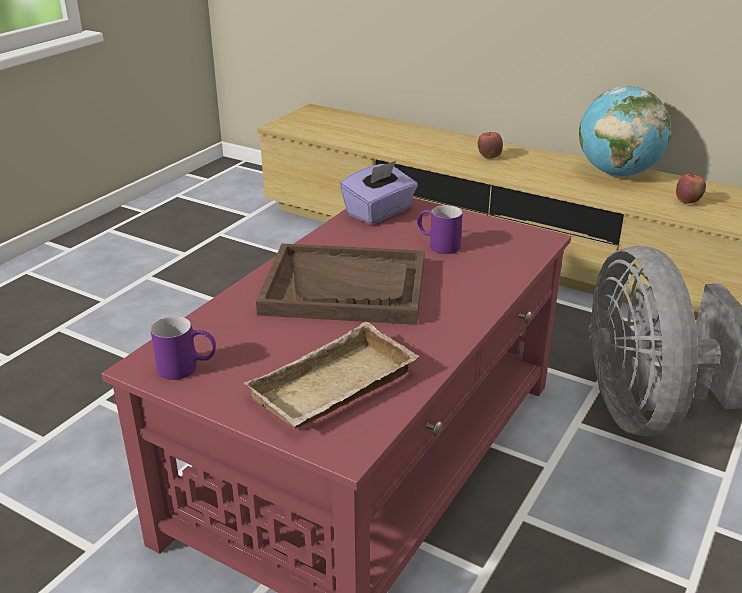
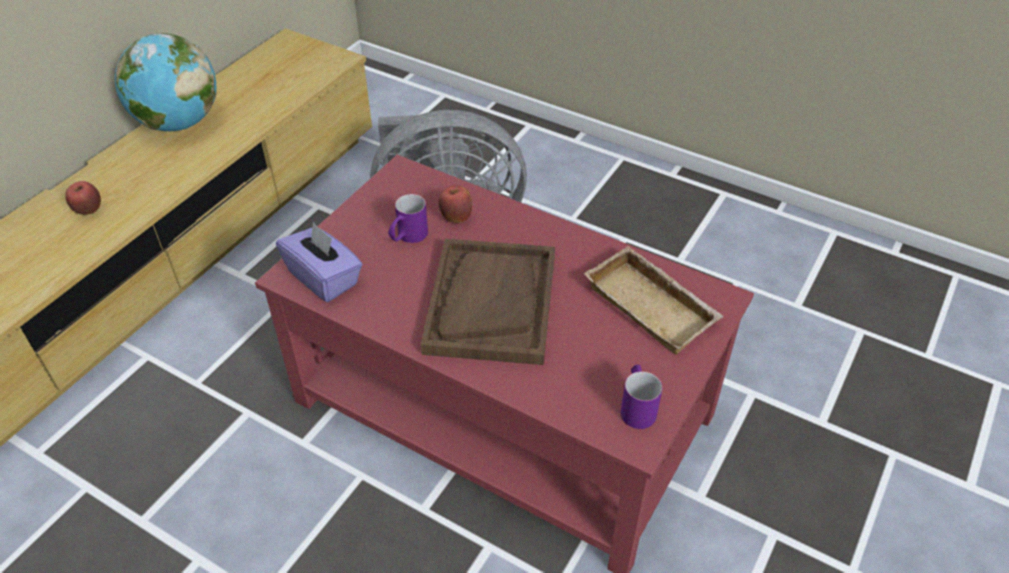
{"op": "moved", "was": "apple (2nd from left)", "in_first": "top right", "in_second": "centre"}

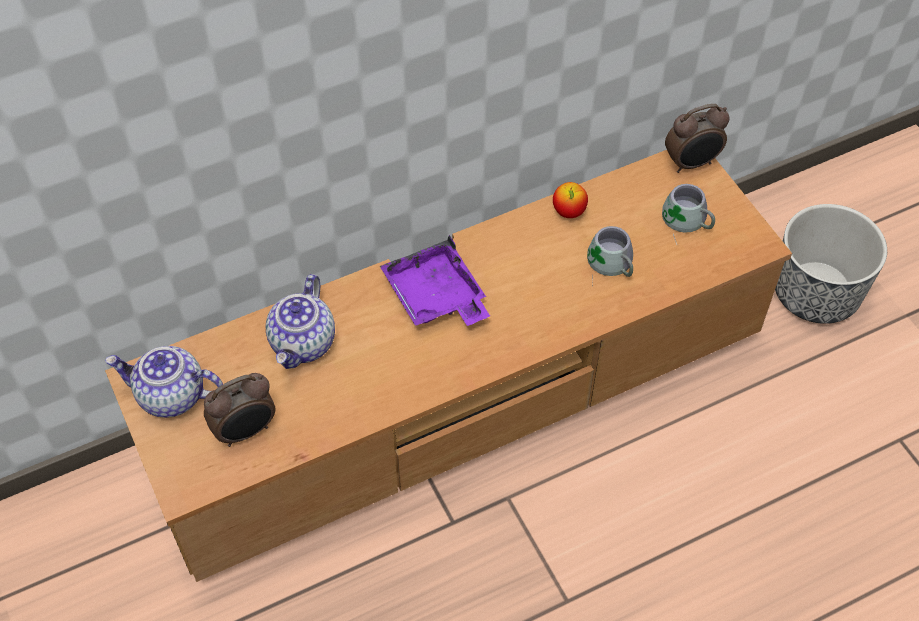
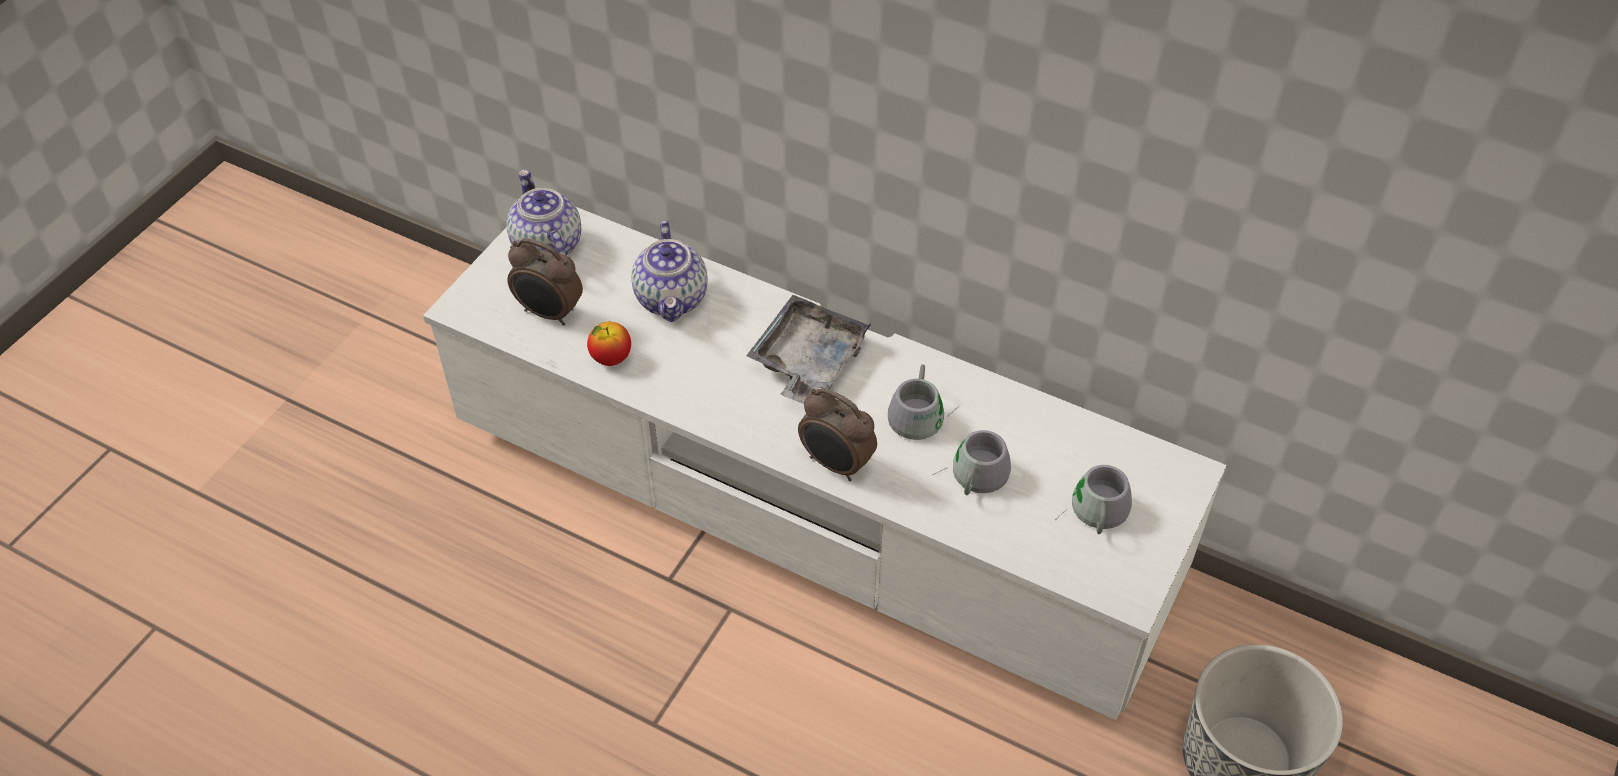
{"op": "recoloured", "was": "brown_tv_stand", "now": "white_tv_stand", "in_first": "centre", "in_second": "centre"}
{"op": "turned", "was": "teapot (2nd from left)", "in_first": "middle left", "in_second": "centre", "clockwise": -75}
{"op": "recoloured", "was": "purple_tray", "now": "grey_tray", "in_first": "centre", "in_second": "centre"}
{"op": "moved", "was": "apple", "in_first": "top centre", "in_second": "centre"}
{"op": "moved", "was": "alarm_clock (2nd from left)", "in_first": "top right", "in_second": "centre"}
{"op": "added", "now": "grey_mug (1st from left)", "in_second": "centre"}

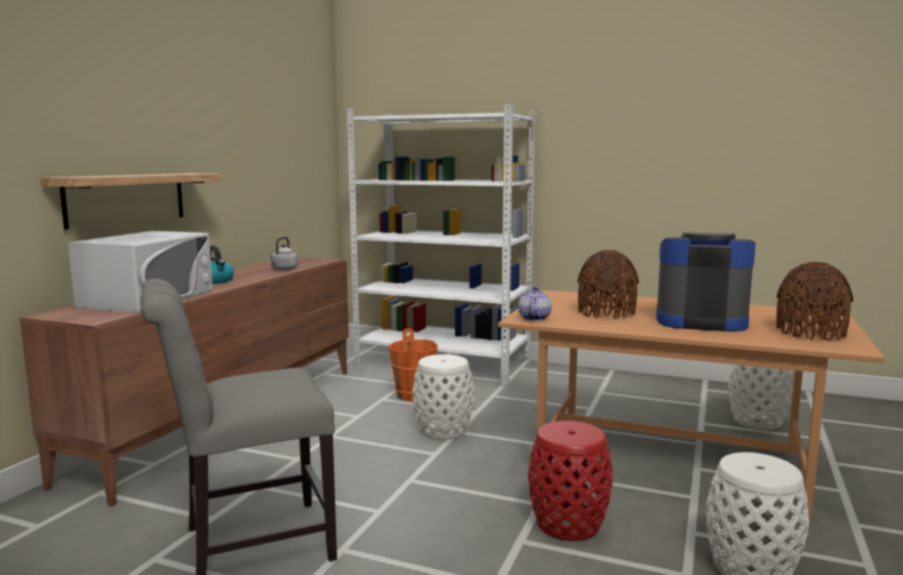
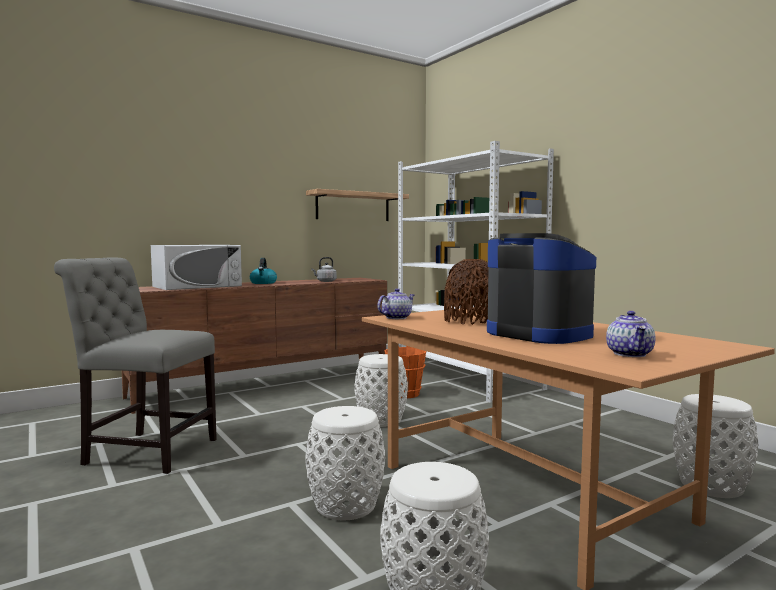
{"op": "moved", "was": "shelf", "in_first": "middle left", "in_second": "centre"}
{"op": "recoloured", "was": "red_stool", "now": "white_stool (1st from left)", "in_first": "bottom centre", "in_second": "bottom centre"}
{"op": "replaced", "was": "brown_vase (2nd from left)", "now": "teapot (2nd from left)", "in_first": "middle right", "in_second": "middle right"}

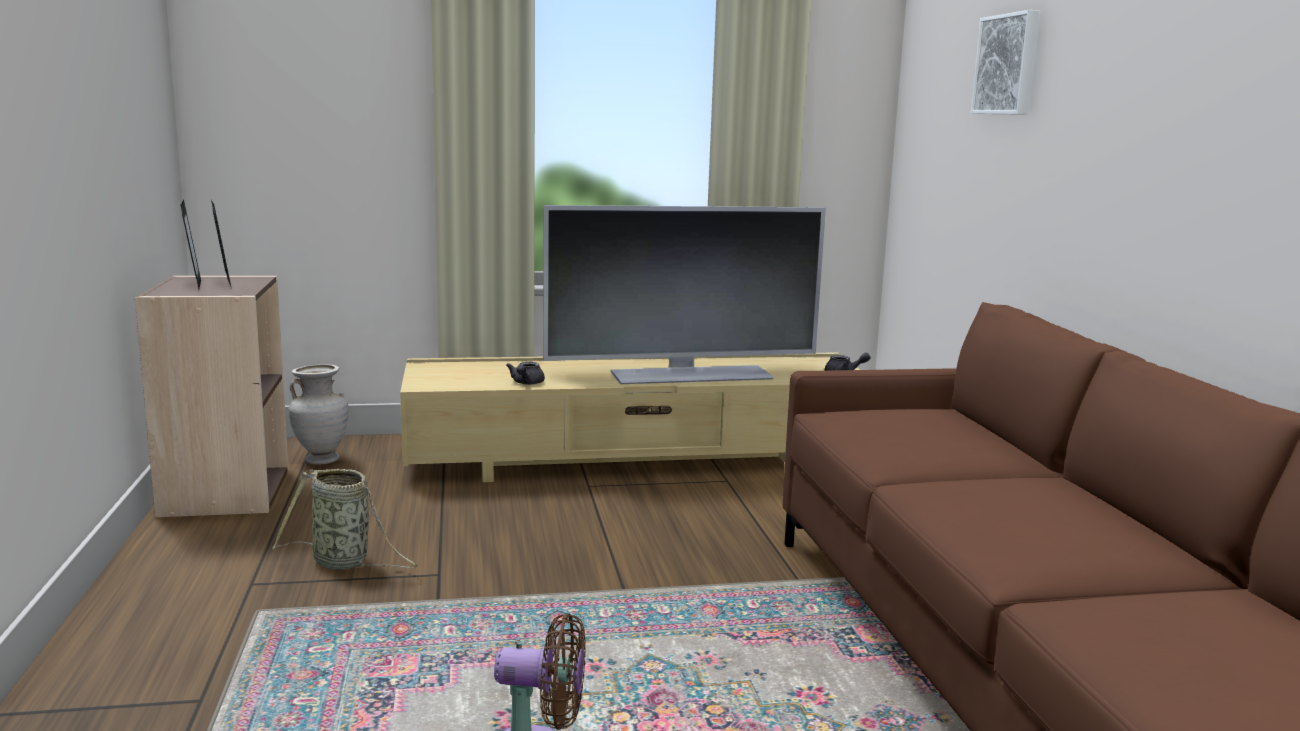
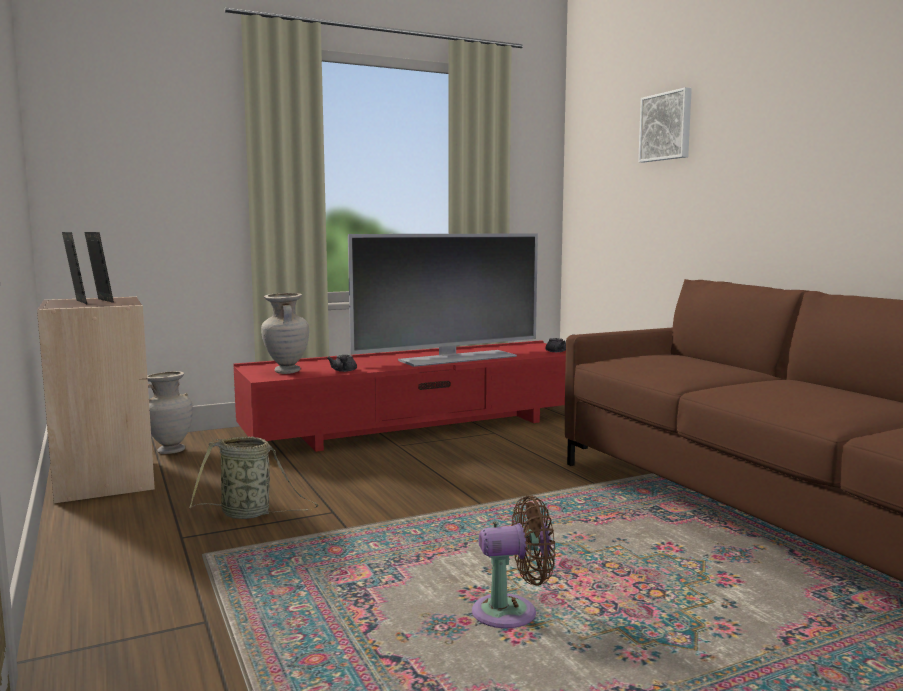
{"op": "recoloured", "was": "beige_tv_stand", "now": "red_tv_stand", "in_first": "centre", "in_second": "centre"}
{"op": "added", "now": "beige_vase (2nd from left)", "in_second": "middle left"}

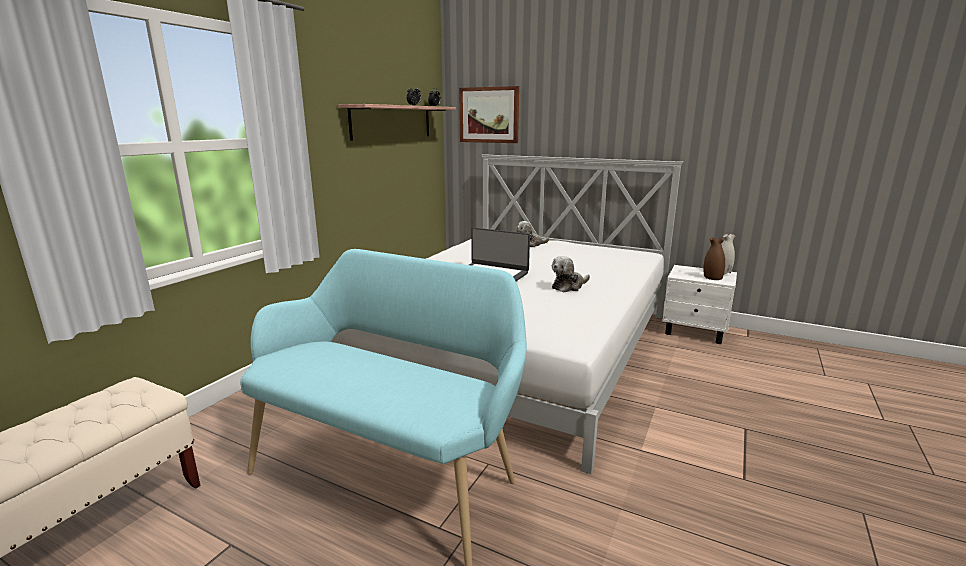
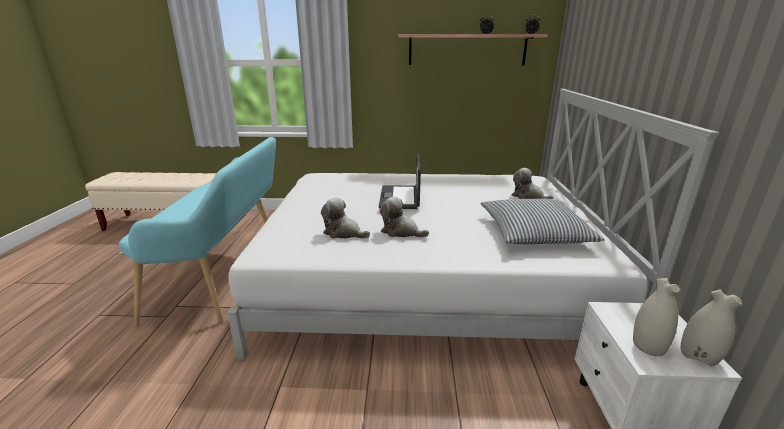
{"op": "removed", "was": "picture", "in_first": "top centre"}
{"op": "recoloured", "was": "brown_vase", "now": "white_vase (1st from left)", "in_first": "middle right", "in_second": "bottom right"}
{"op": "added", "now": "plush_toy (1st from left)", "in_second": "centre"}
{"op": "added", "now": "pillow", "in_second": "middle right"}

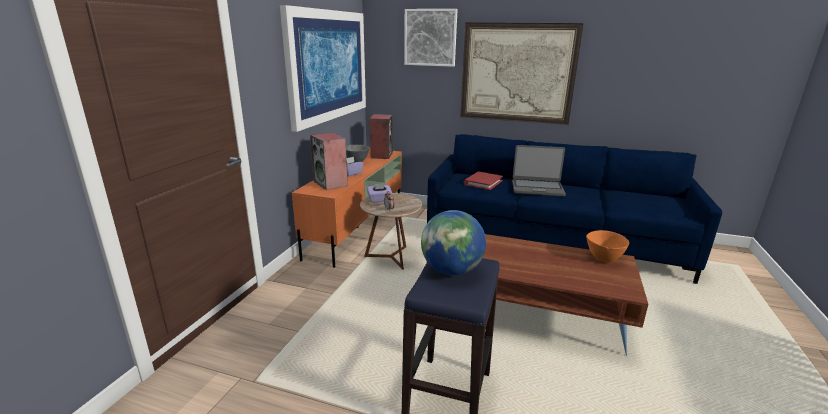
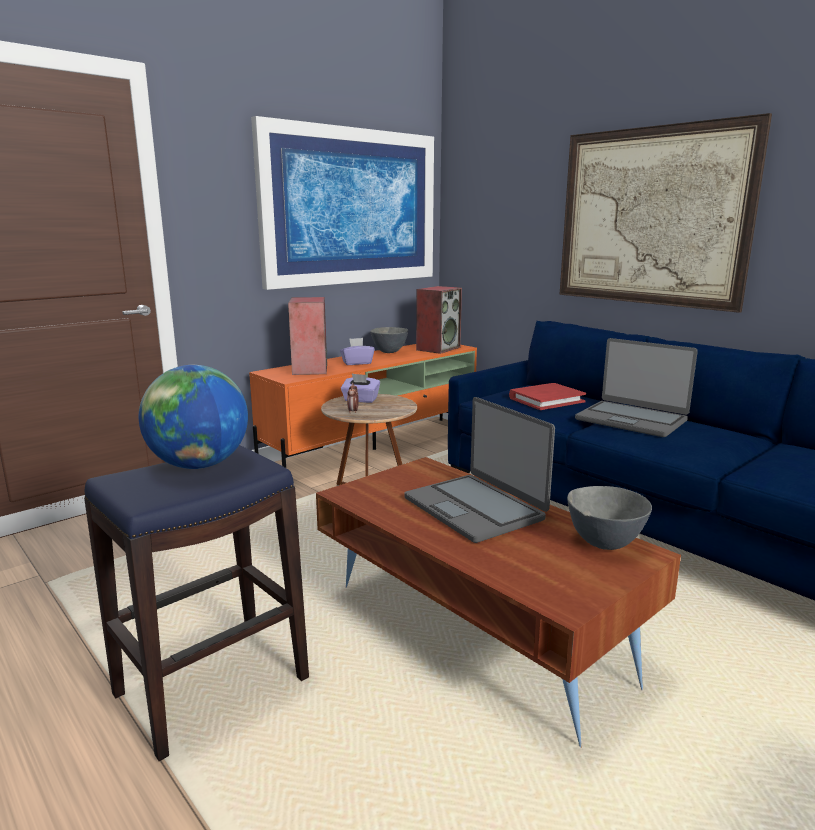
{"op": "removed", "was": "picture (2nd from left)", "in_first": "top centre"}
{"op": "recoloured", "was": "orange_bowl", "now": "grey_bowl (2nd from left)", "in_first": "middle right", "in_second": "middle right"}
{"op": "added", "now": "laptop (1st from left)", "in_second": "centre"}

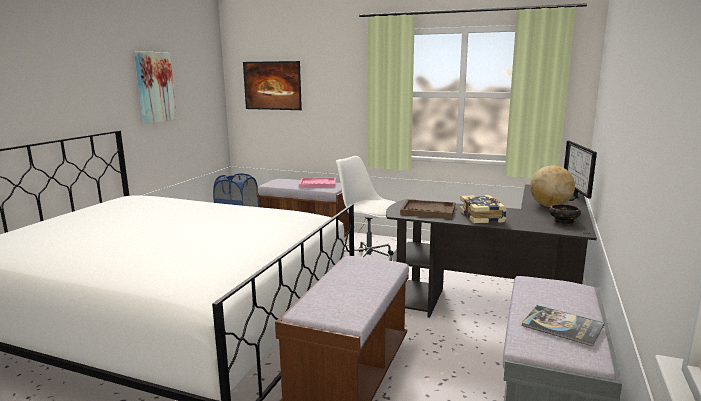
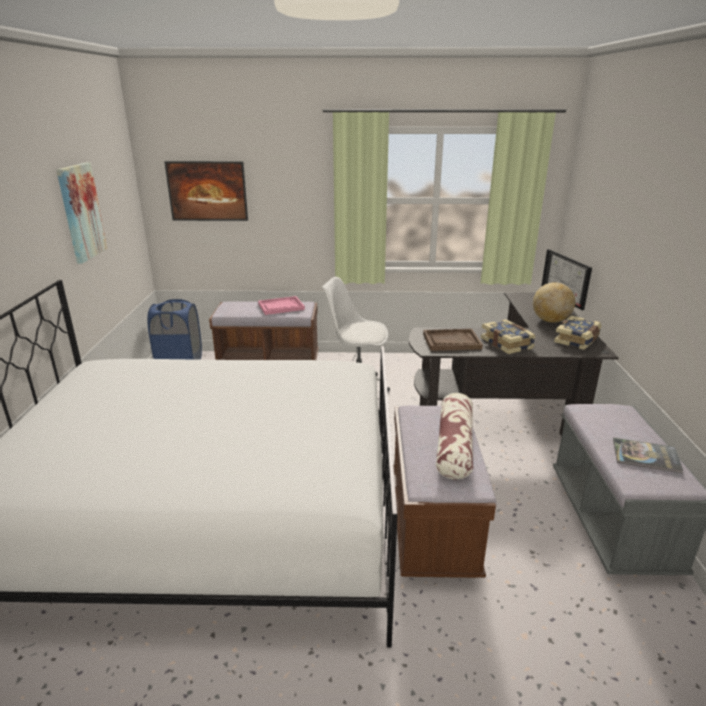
{"op": "replaced", "was": "bowl", "now": "book (2nd from left)", "in_first": "middle right", "in_second": "middle right"}
{"op": "added", "now": "pillow", "in_second": "centre"}

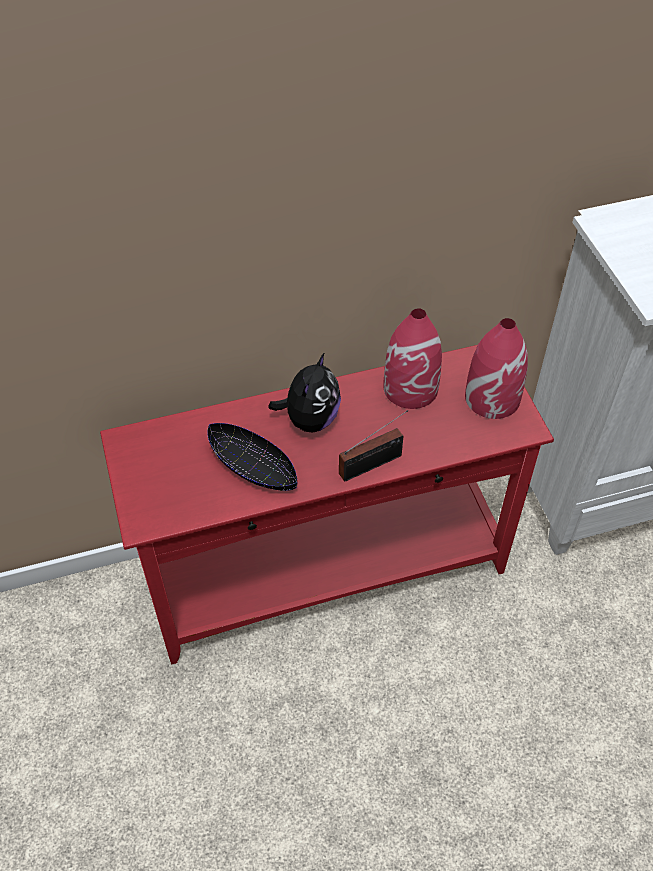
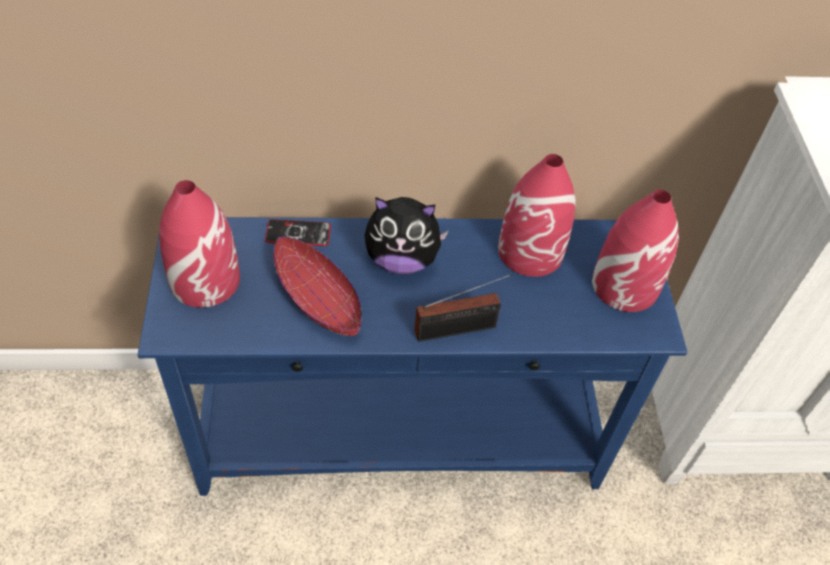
{"op": "recoloured", "was": "red_console_table", "now": "blue_console_table", "in_first": "centre", "in_second": "centre"}
{"op": "recoloured", "was": "black_bowl", "now": "red_bowl", "in_first": "centre", "in_second": "centre"}
{"op": "turned", "was": "plush_toy", "in_first": "centre", "in_second": "centre", "clockwise": 60}
{"op": "added", "now": "red_vase (1st from left)", "in_second": "middle left"}
{"op": "added", "now": "phone", "in_second": "centre"}

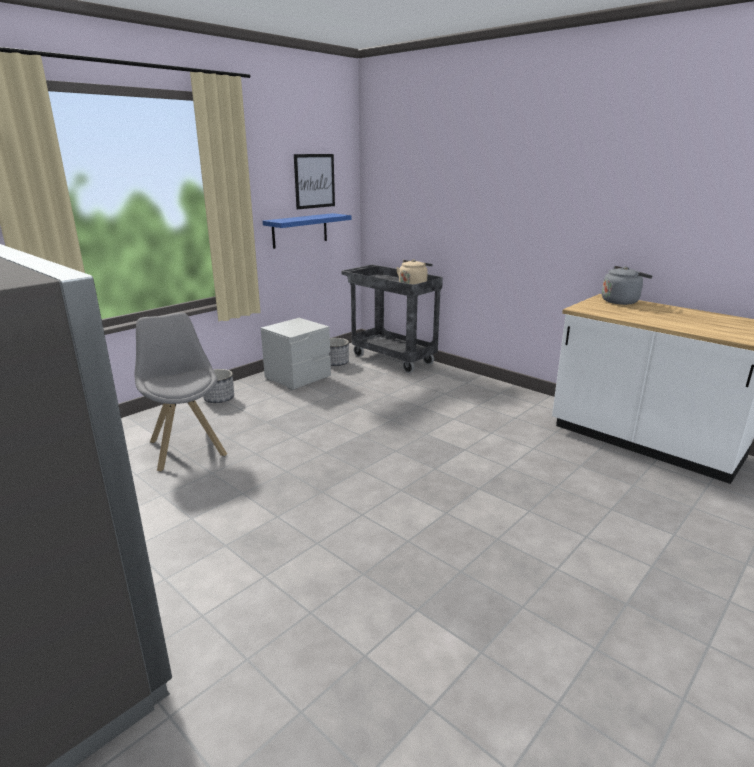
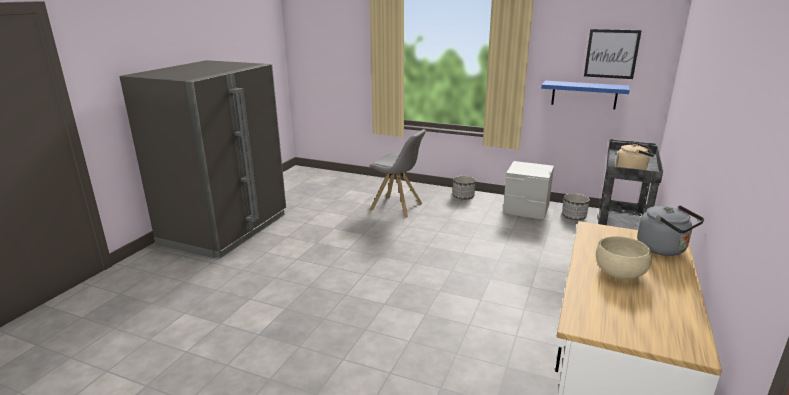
{"op": "turned", "was": "grey_chair", "in_first": "middle left", "in_second": "centre", "clockwise": 75}
{"op": "added", "now": "beige_bowl", "in_second": "middle right"}

